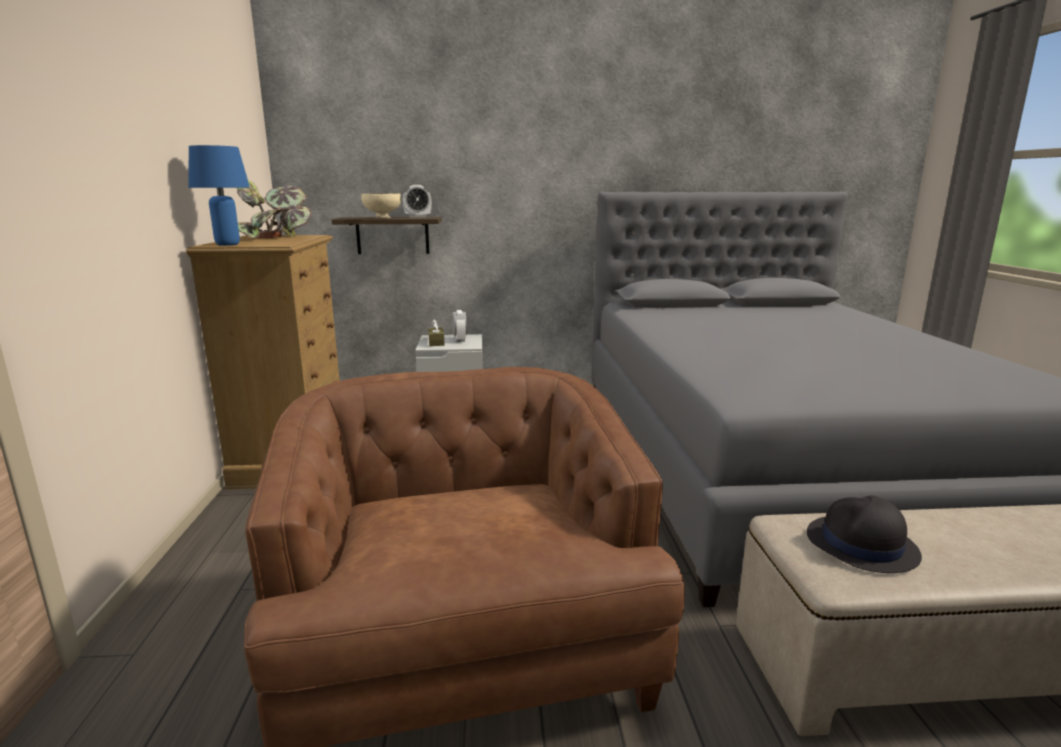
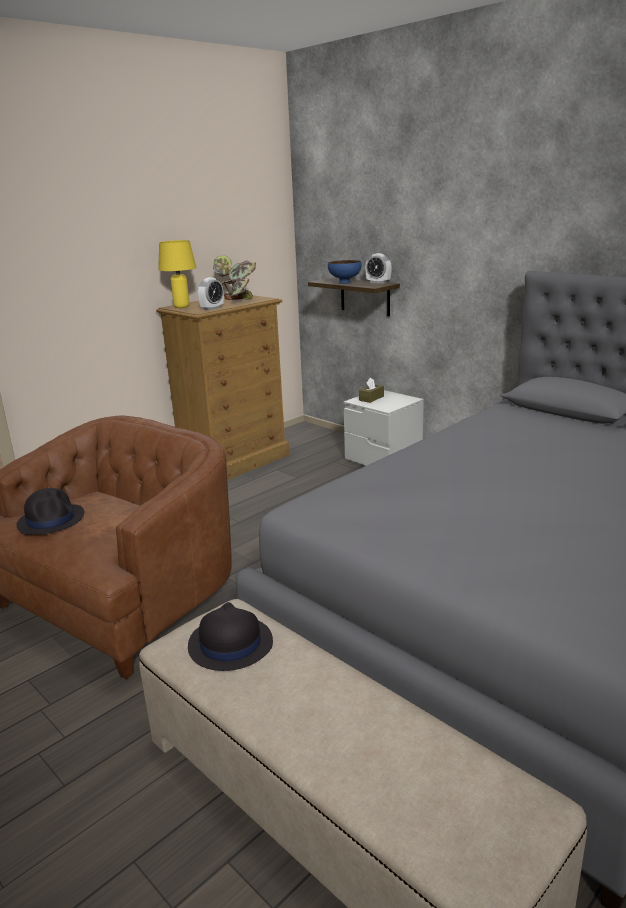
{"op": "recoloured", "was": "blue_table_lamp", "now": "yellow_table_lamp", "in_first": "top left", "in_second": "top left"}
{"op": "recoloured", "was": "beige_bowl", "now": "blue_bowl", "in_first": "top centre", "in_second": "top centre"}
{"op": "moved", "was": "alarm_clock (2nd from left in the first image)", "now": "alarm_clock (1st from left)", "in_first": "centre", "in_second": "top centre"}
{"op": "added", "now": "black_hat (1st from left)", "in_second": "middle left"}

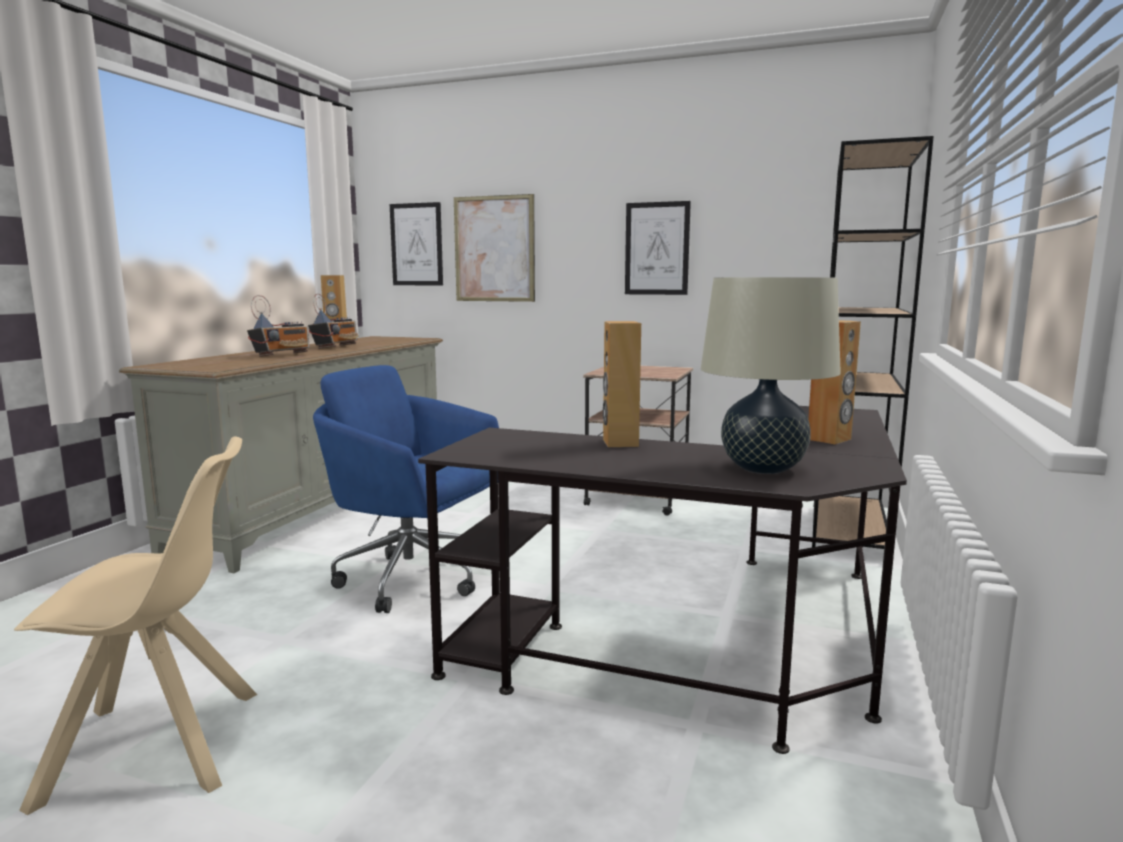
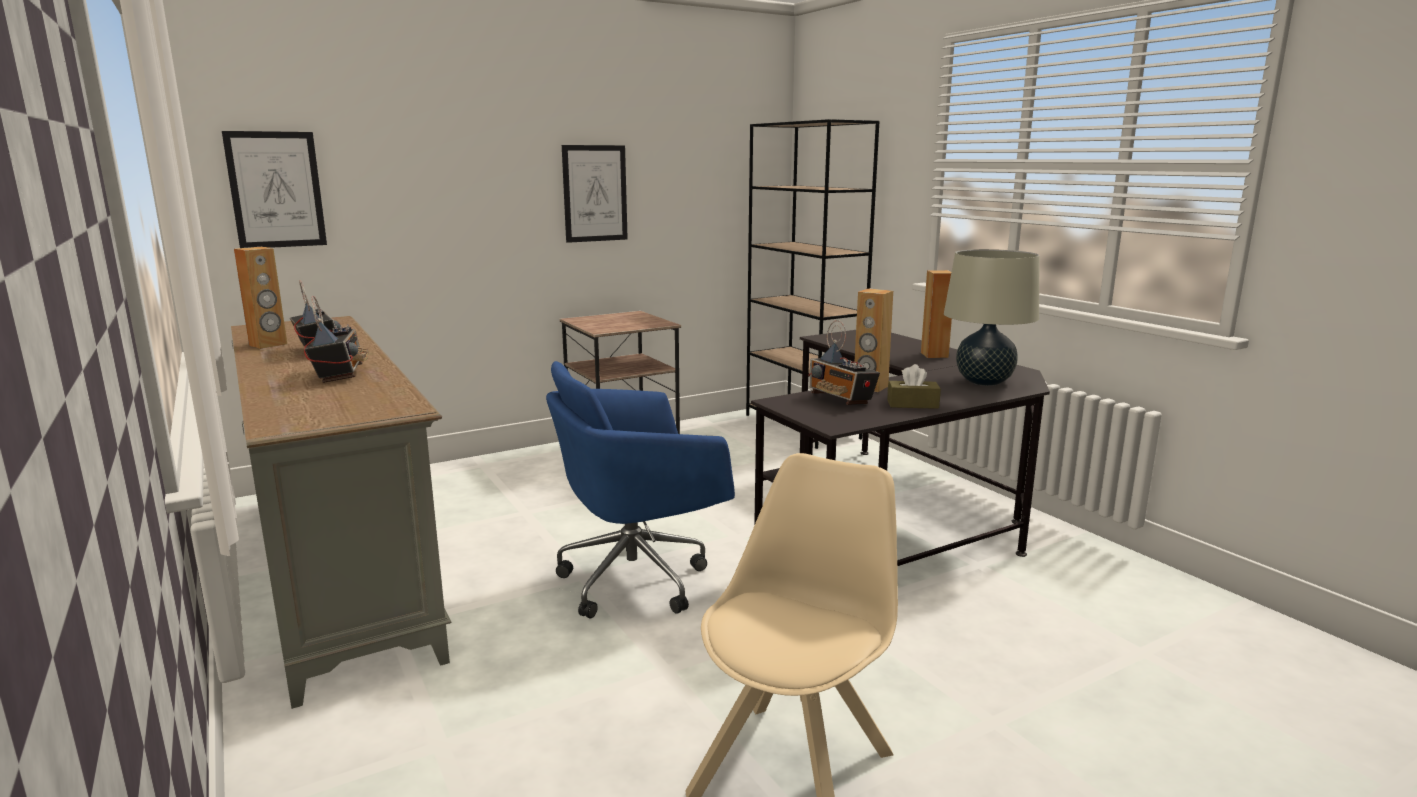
{"op": "removed", "was": "picture (2nd from left)", "in_first": "top centre"}
{"op": "added", "now": "radio (3rd from left)", "in_second": "centre"}
{"op": "added", "now": "brown_tissue_box", "in_second": "centre"}

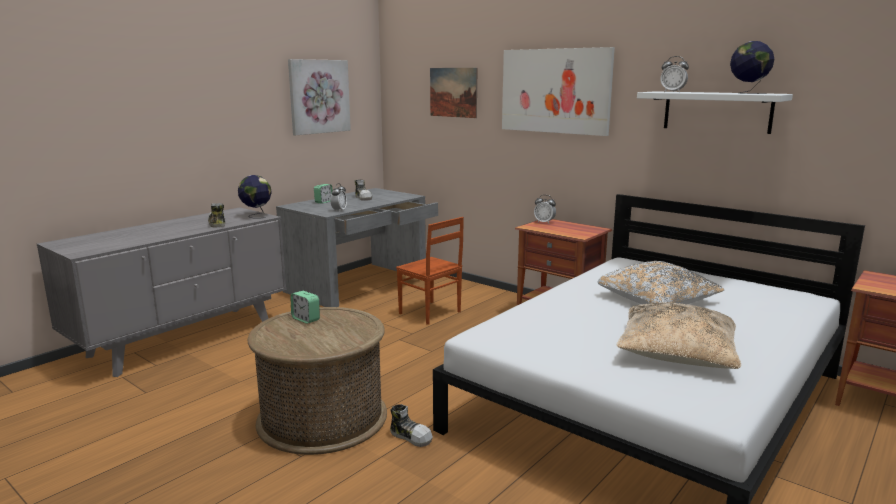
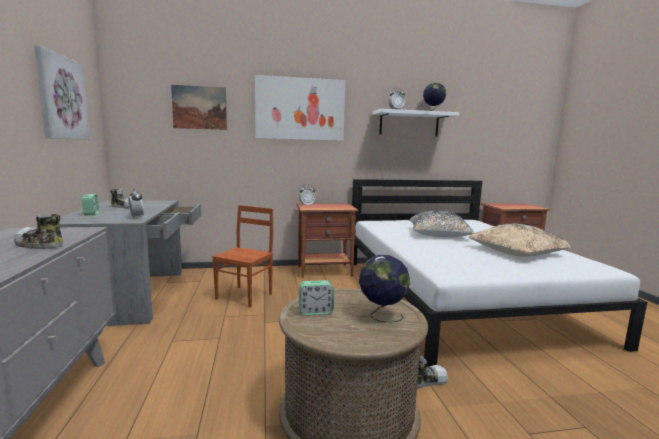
{"op": "moved", "was": "globe (1st from left)", "in_first": "middle left", "in_second": "centre"}
{"op": "turned", "was": "brown_chair", "in_first": "centre", "in_second": "centre", "clockwise": -60}

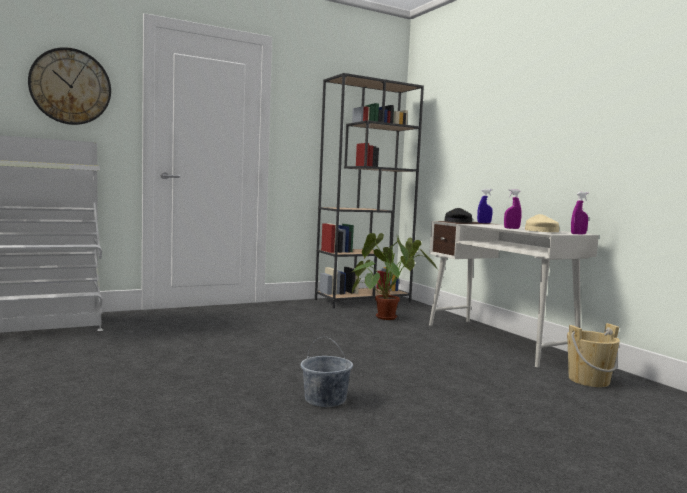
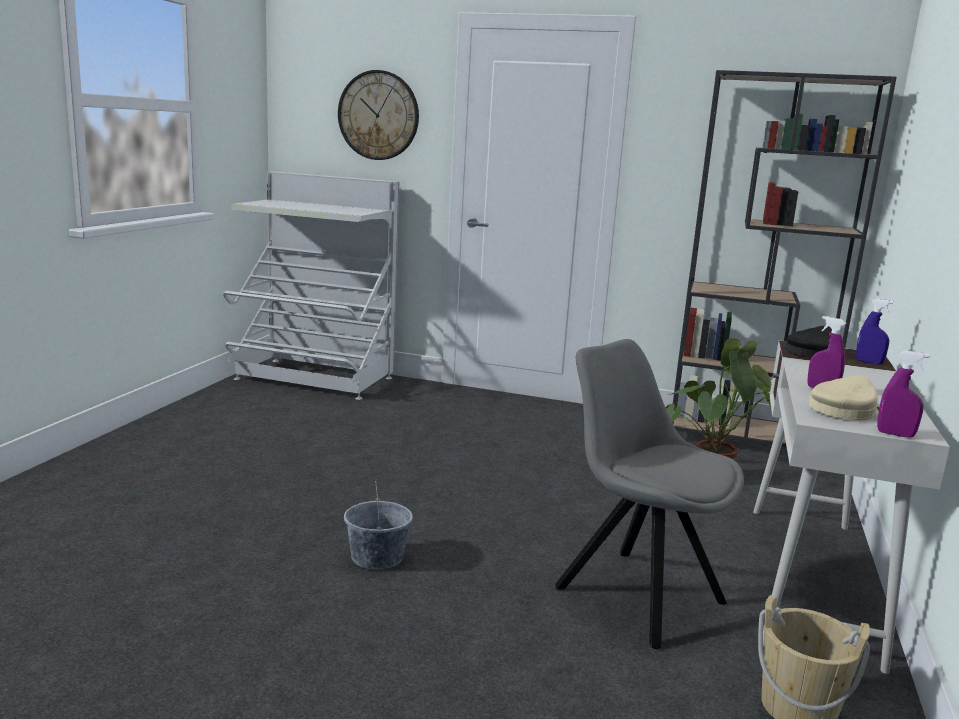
{"op": "added", "now": "grey_chair", "in_second": "bottom right"}

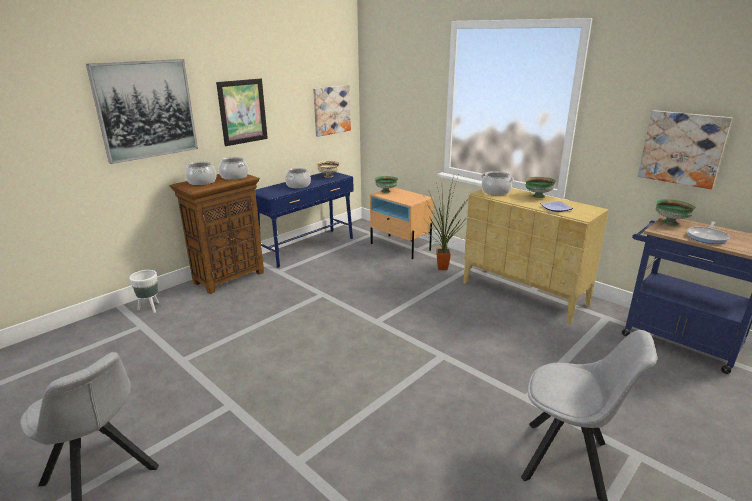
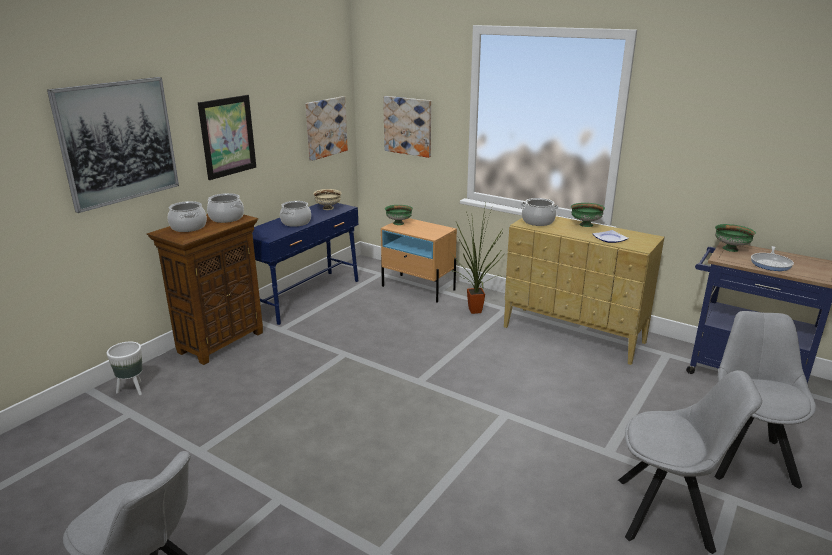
{"op": "moved", "was": "picture (4th from left)", "in_first": "top right", "in_second": "top centre"}
{"op": "added", "now": "grey_chair (3rd from left)", "in_second": "bottom right"}

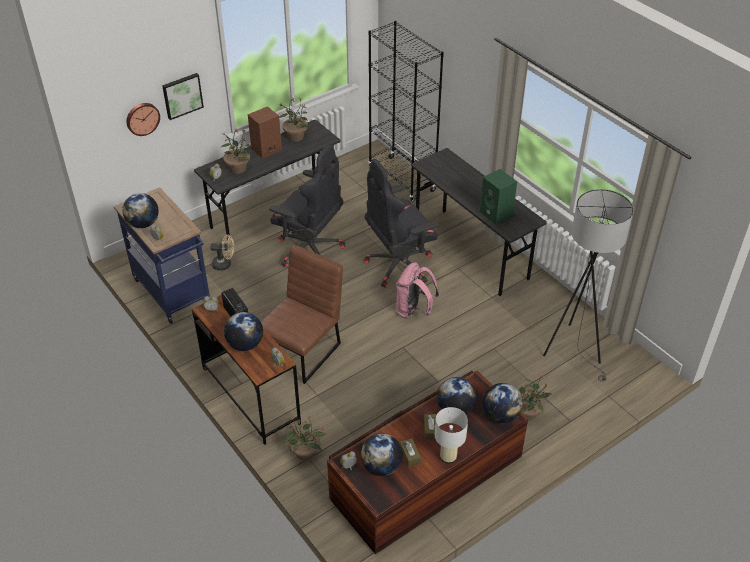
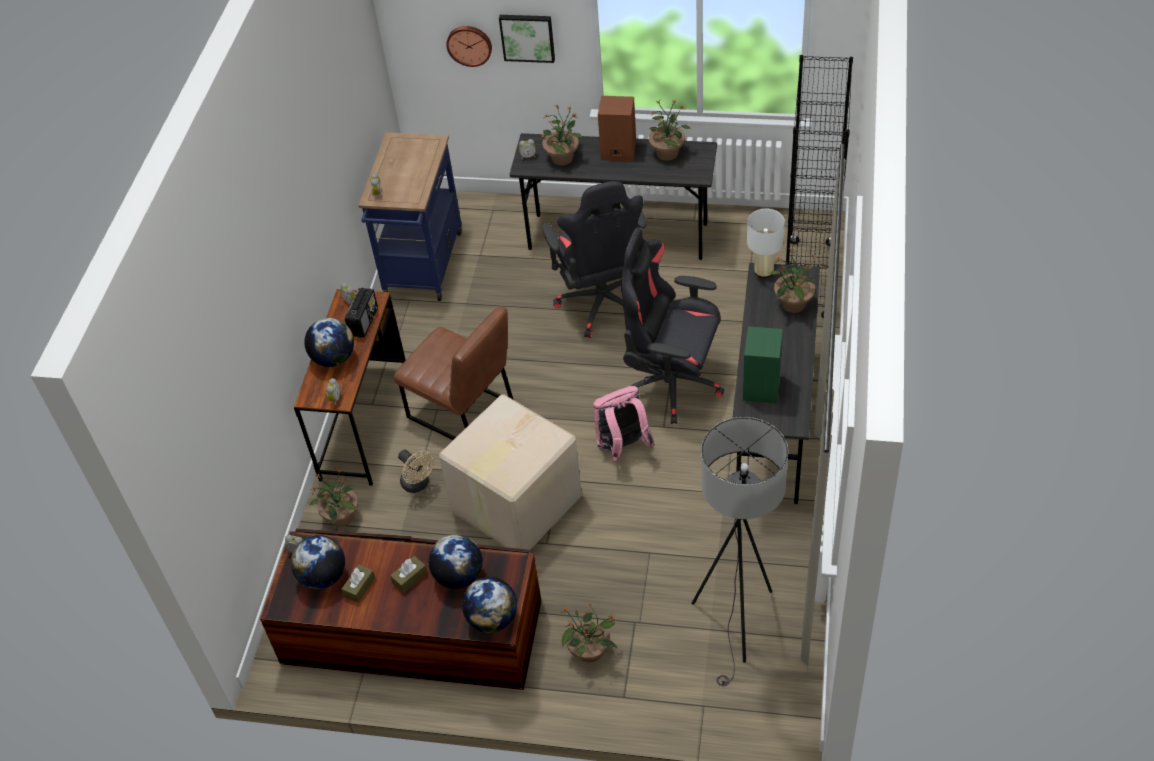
{"op": "removed", "was": "globe (1st from left)", "in_first": "middle left"}
{"op": "moved", "was": "beige_fan", "in_first": "middle left", "in_second": "centre"}
{"op": "turned", "was": "brown_chair", "in_first": "centre", "in_second": "centre", "clockwise": 45}
{"op": "moved", "was": "white_table_lamp", "in_first": "bottom centre", "in_second": "top centre"}
{"op": "added", "now": "cardboard_box", "in_second": "centre"}
{"op": "added", "now": "potted_plant (5th from left)", "in_second": "middle right"}

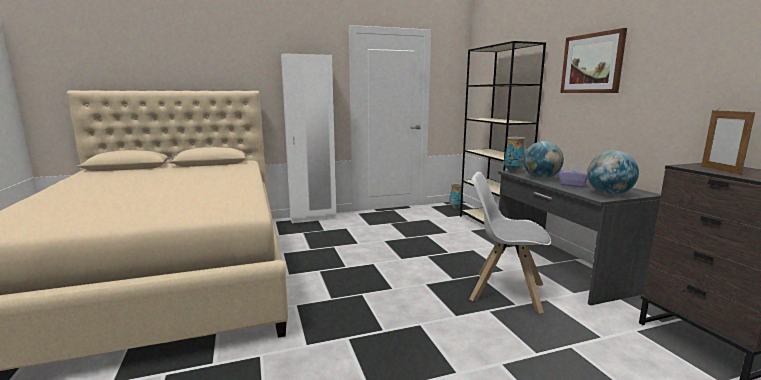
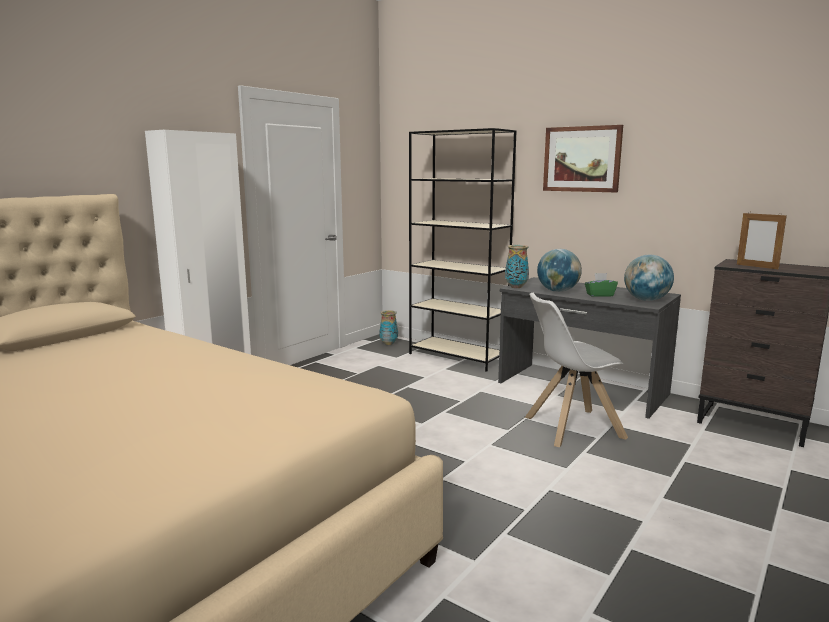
{"op": "recoloured", "was": "purple_tissue_box", "now": "green_tissue_box", "in_first": "middle right", "in_second": "middle right"}

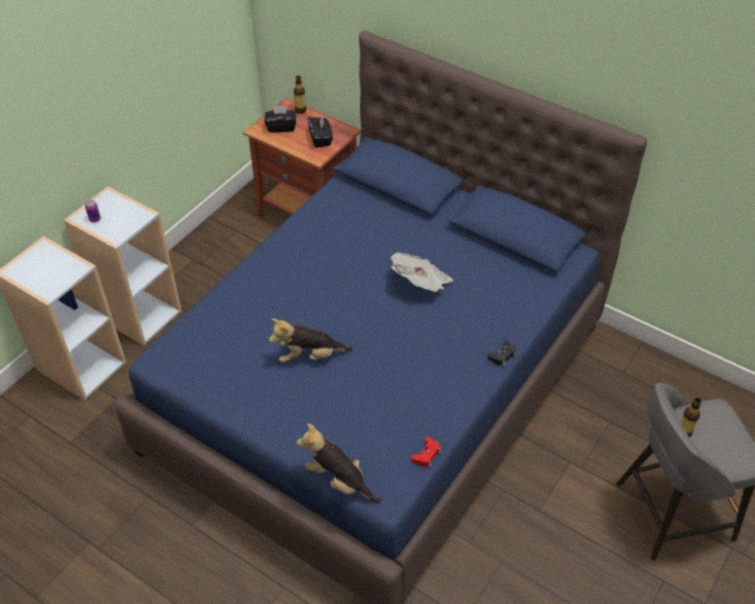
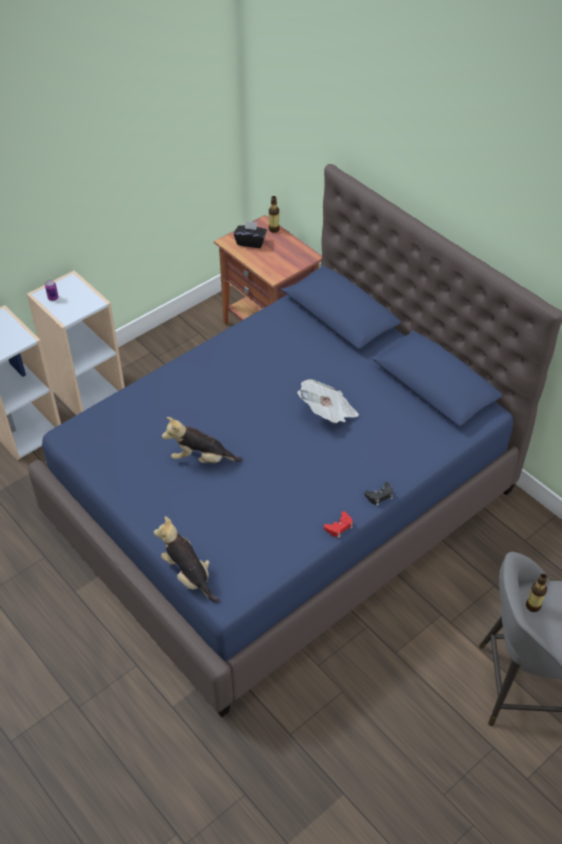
{"op": "removed", "was": "black_tissue_box (2nd from left)", "in_first": "top centre"}
{"op": "moved", "was": "red_game_controller", "in_first": "bottom centre", "in_second": "centre"}

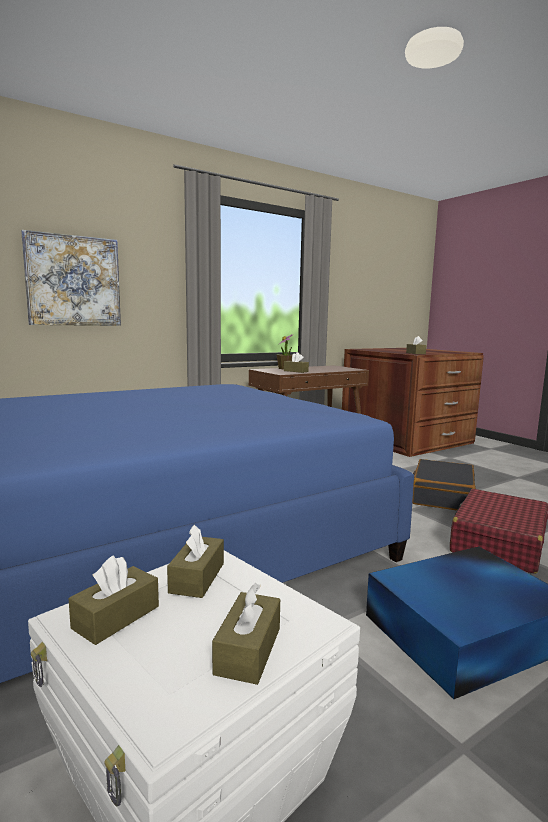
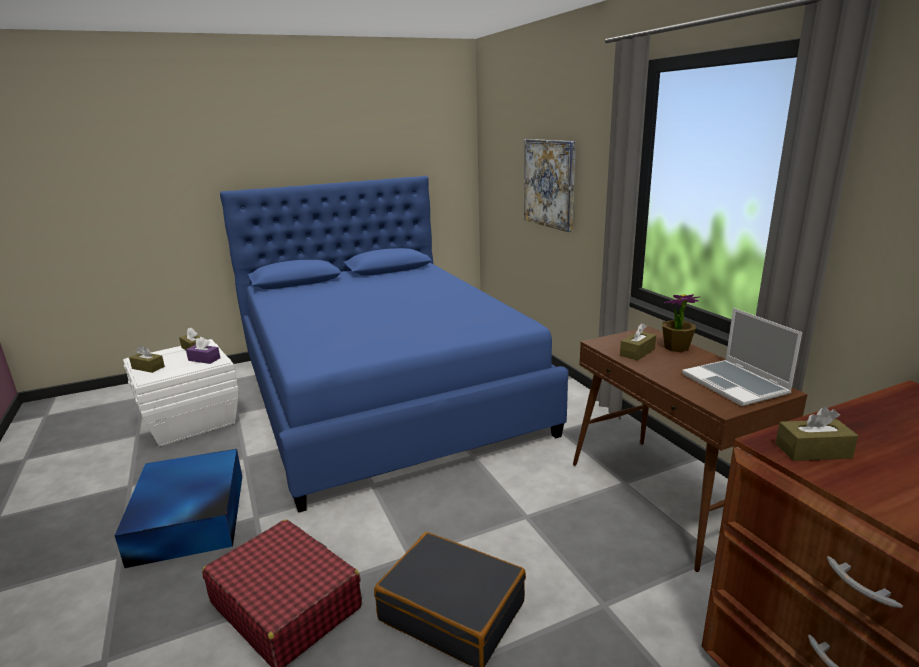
{"op": "recoloured", "was": "brown_tissue_box (2nd from left)", "now": "purple_tissue_box", "in_first": "bottom centre", "in_second": "middle left"}
{"op": "added", "now": "laptop", "in_second": "middle right"}

